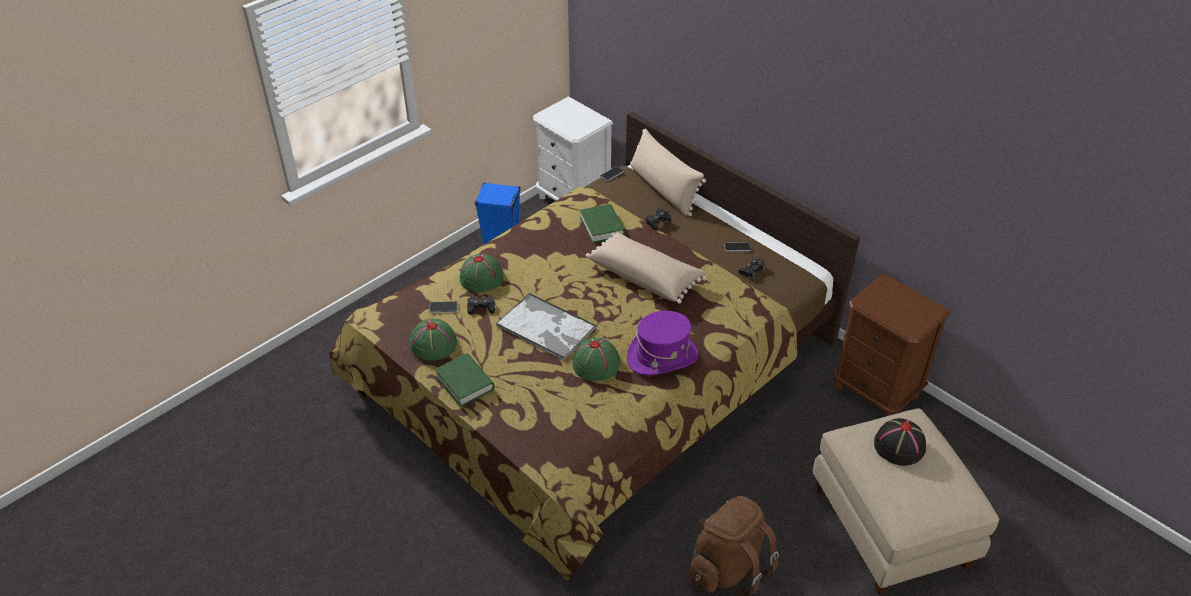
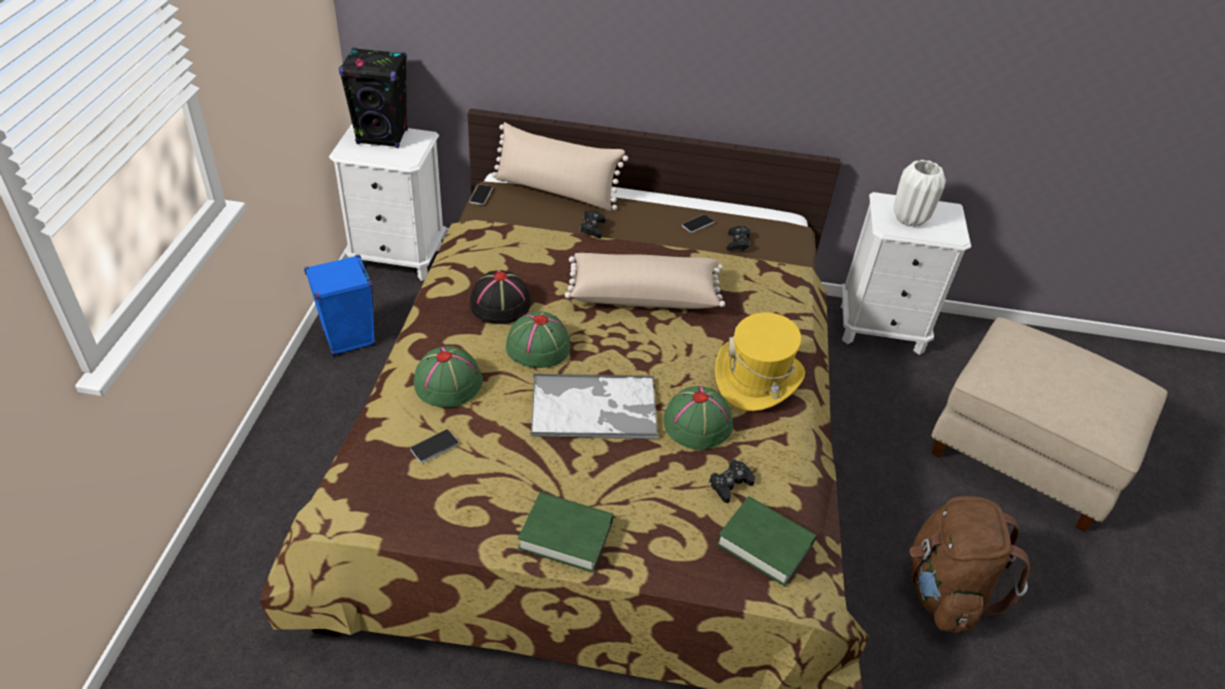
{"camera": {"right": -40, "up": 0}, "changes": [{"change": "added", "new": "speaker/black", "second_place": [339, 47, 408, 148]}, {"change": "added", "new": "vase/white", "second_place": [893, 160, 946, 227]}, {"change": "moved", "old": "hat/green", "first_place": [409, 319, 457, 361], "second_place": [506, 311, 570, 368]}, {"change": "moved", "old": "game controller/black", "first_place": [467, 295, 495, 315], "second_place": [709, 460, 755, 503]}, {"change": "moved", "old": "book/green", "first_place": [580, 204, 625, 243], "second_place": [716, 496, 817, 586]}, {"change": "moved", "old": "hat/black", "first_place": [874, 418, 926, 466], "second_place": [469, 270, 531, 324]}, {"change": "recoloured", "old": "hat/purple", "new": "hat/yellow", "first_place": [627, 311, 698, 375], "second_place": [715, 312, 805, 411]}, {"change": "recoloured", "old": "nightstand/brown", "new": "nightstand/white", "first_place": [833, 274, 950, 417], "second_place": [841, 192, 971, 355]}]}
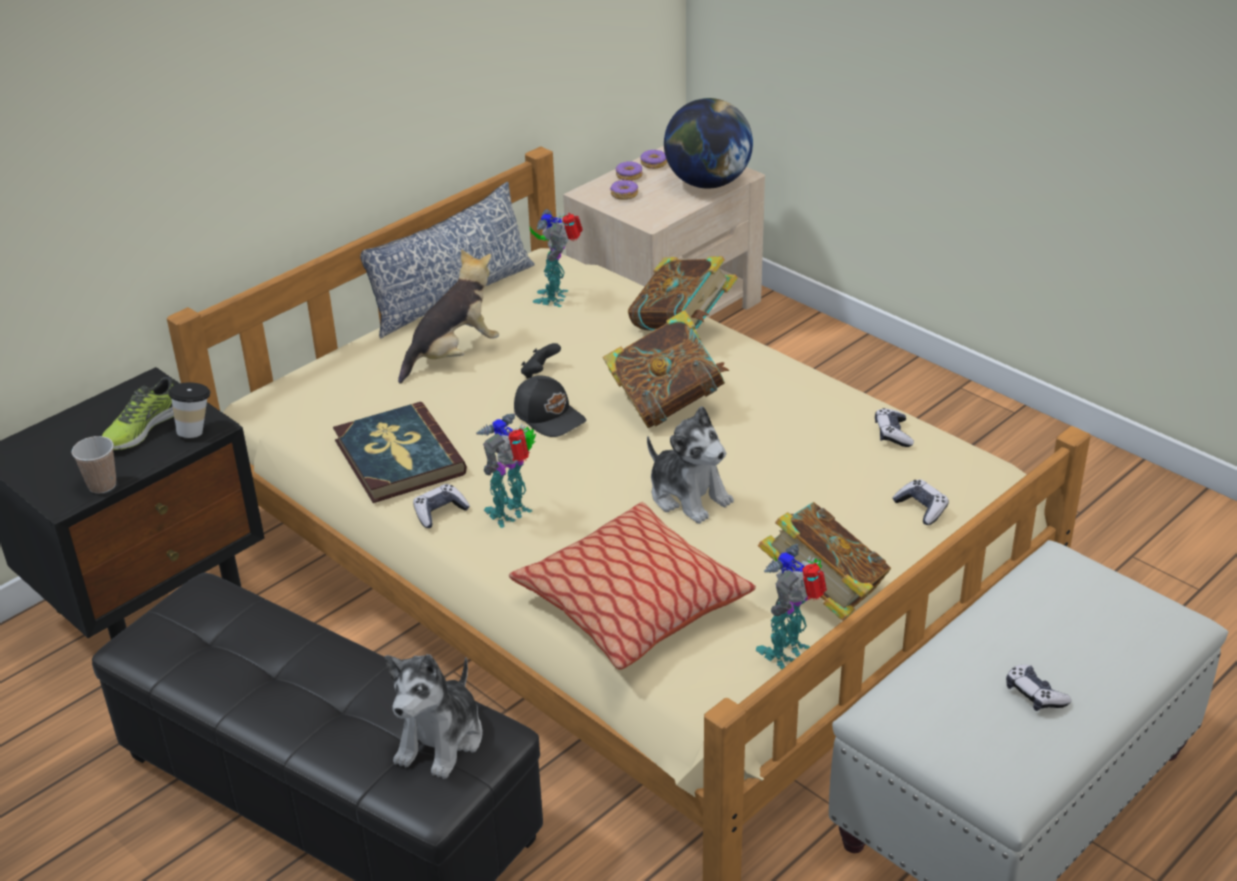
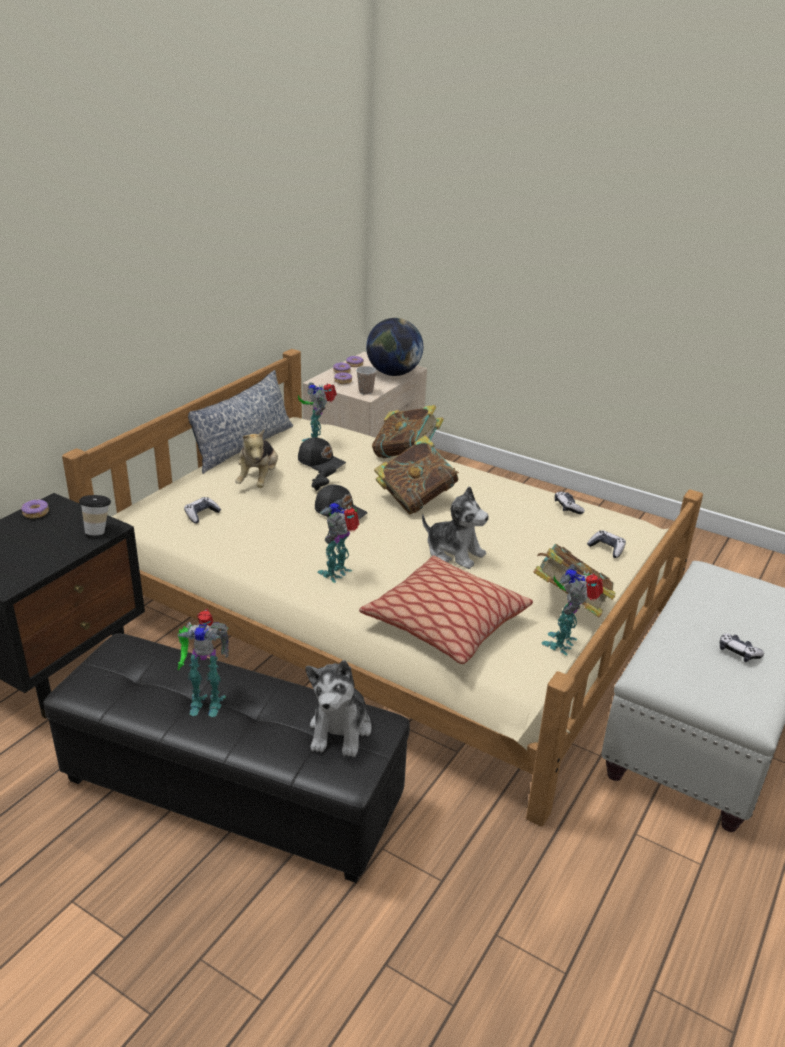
{"camera": {"right": -15, "up": -5}, "changes": [{"change": "removed", "old": "shoe", "first_place": [102, 377, 175, 450]}, {"change": "removed", "old": "book", "first_place": [333, 402, 467, 503]}, {"change": "added", "new": "donut", "second_place": [21, 500, 49, 518]}, {"change": "added", "new": "toy robot", "second_place": [177, 609, 229, 717]}, {"change": "added", "new": "cap/black", "second_place": [298, 437, 346, 471]}, {"change": "moved", "old": "cup", "first_place": [72, 436, 116, 494], "second_place": [356, 366, 377, 395]}, {"change": "moved", "old": "game controller", "first_place": [413, 484, 470, 528], "second_place": [184, 497, 221, 523]}, {"change": "turned", "old": "plush toy", "first_place": [398, 249, 499, 384], "second_place": [235, 430, 278, 488], "degrees": 150}]}
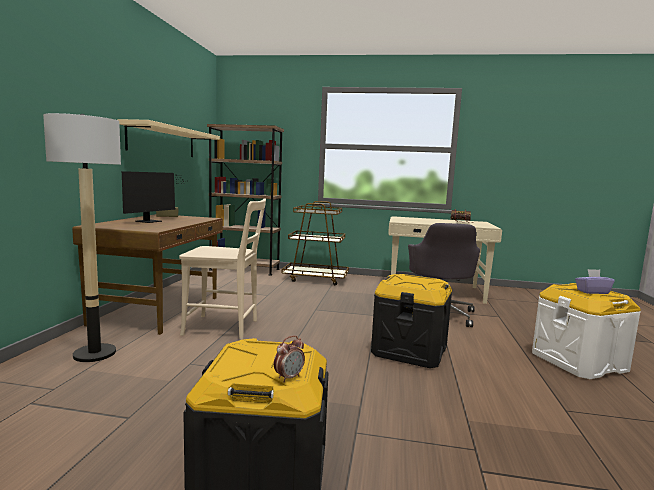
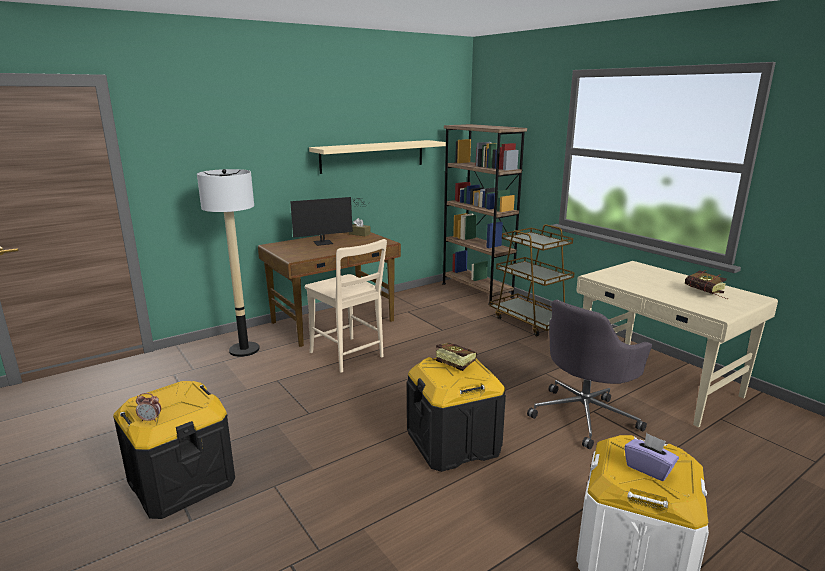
{"camera": {"right": 45, "up": 10}, "changes": [{"change": "added", "new": "book", "second_place": [432, 343, 477, 371]}]}
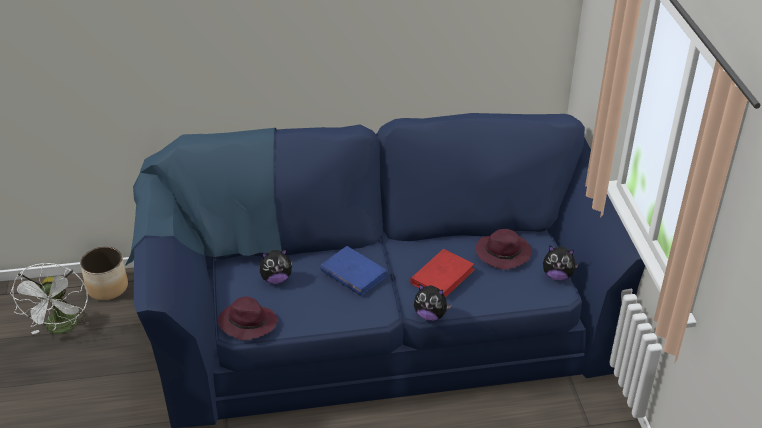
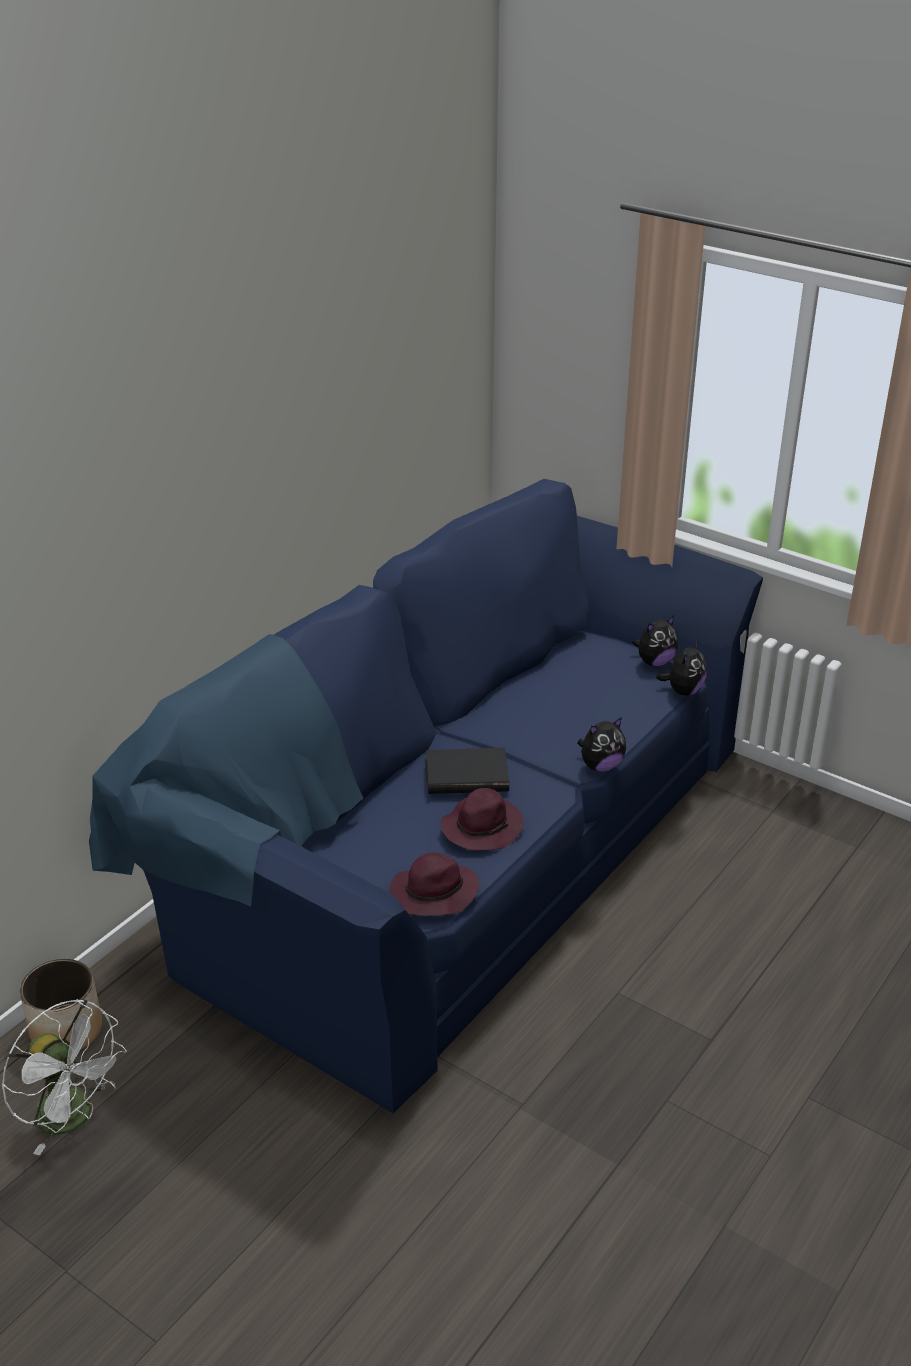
{"camera": {"right": -45, "up": -5}, "changes": [{"change": "removed", "old": "book/red", "first_place": [410, 249, 475, 298]}, {"change": "moved", "old": "plush toy", "first_place": [260, 249, 293, 284], "second_place": [656, 640, 707, 696]}, {"change": "moved", "old": "hat/purple", "first_place": [475, 229, 531, 270], "second_place": [441, 788, 524, 851]}, {"change": "recoloured", "old": "book/blue", "new": "book/black", "first_place": [320, 246, 387, 296], "second_place": [425, 748, 509, 794]}]}
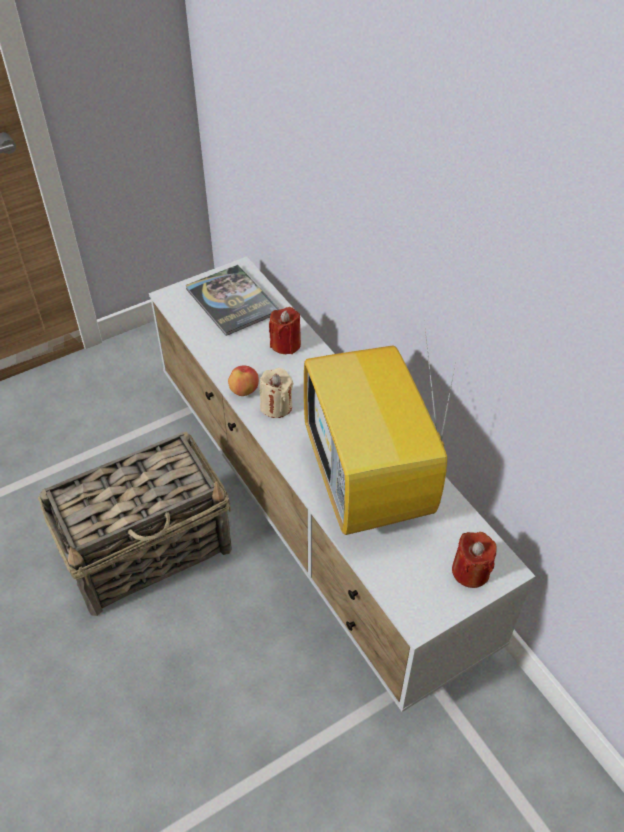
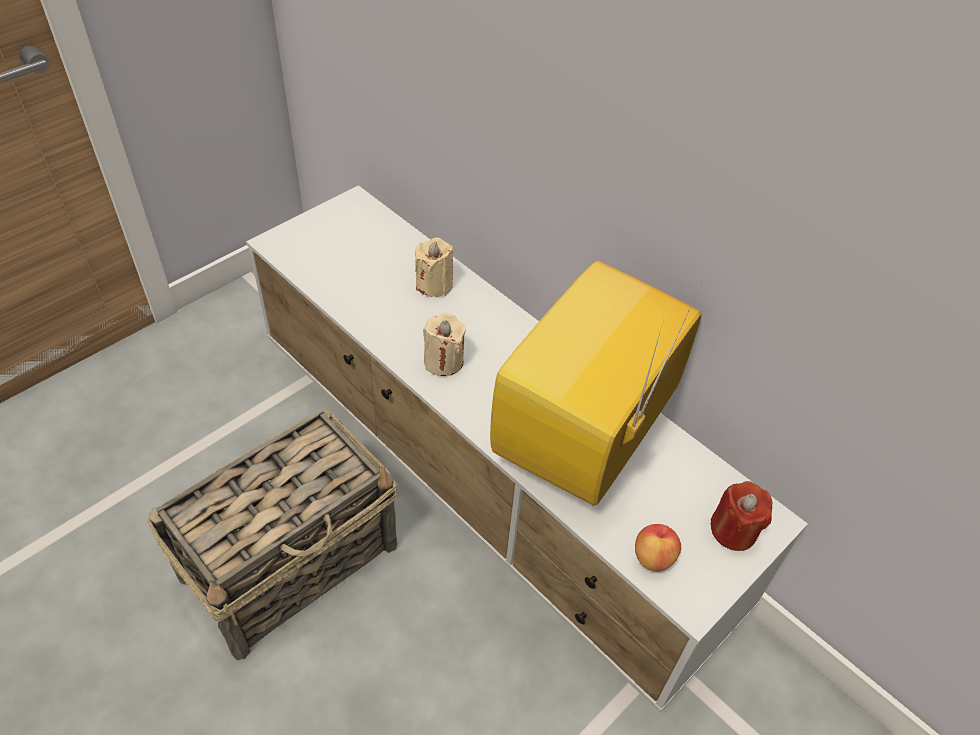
{"camera": {"right": -15, "up": 0}, "changes": [{"change": "removed", "old": "book", "first_place": [185, 265, 280, 336]}, {"change": "moved", "old": "apple", "first_place": [228, 365, 259, 396], "second_place": [635, 524, 681, 572]}, {"change": "recoloured", "old": "candle/red", "new": "candle/beige", "first_place": [269, 307, 301, 354], "second_place": [415, 238, 454, 297]}, {"change": "turned", "old": "television", "first_place": [304, 323, 455, 535], "second_place": [490, 261, 702, 506], "degrees": 60}]}
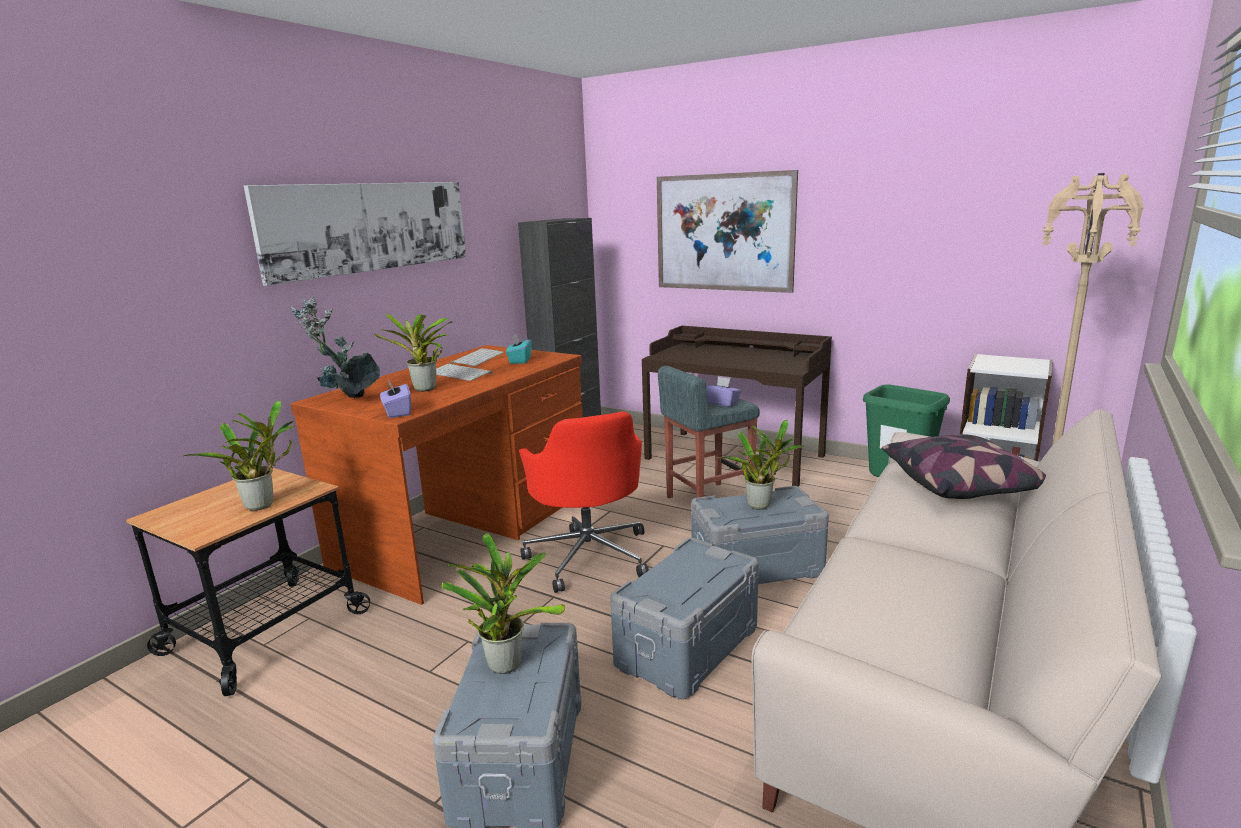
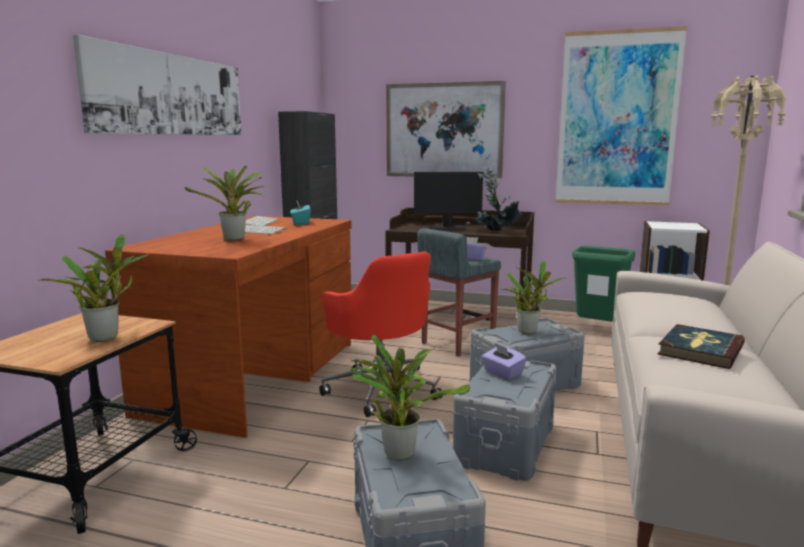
{"camera": {"right": -15, "up": -5}, "changes": [{"change": "removed", "old": "pillow", "first_place": [882, 434, 1046, 499]}, {"change": "added", "new": "monitor", "second_place": [414, 172, 483, 231]}, {"change": "added", "new": "picture", "second_place": [556, 26, 687, 206]}, {"change": "added", "new": "book", "second_place": [657, 324, 745, 369]}, {"change": "moved", "old": "potted plant", "first_place": [291, 297, 380, 398], "second_place": [473, 167, 522, 231]}, {"change": "moved", "old": "tissue box/purple", "first_place": [380, 379, 411, 418], "second_place": [482, 343, 527, 380]}]}
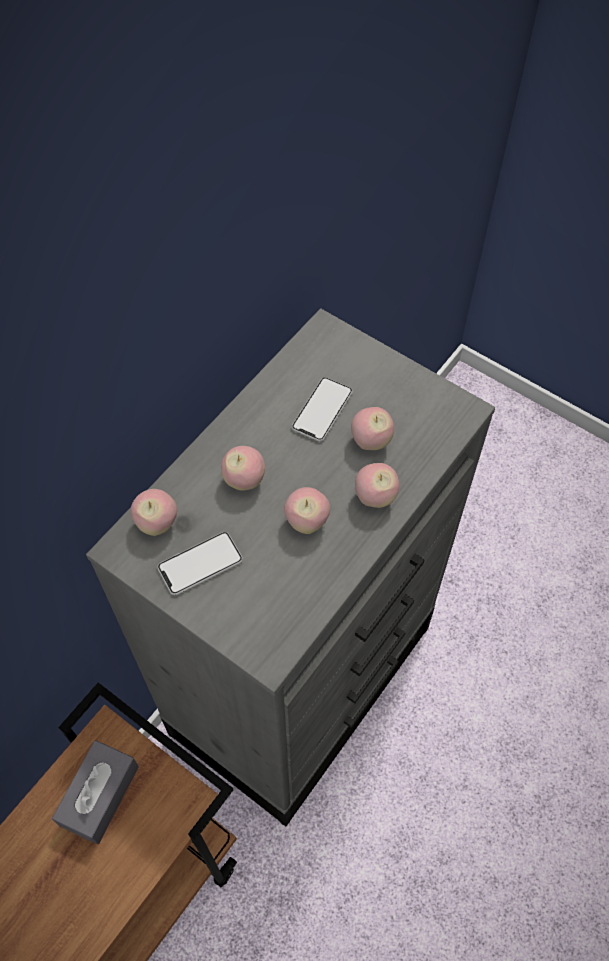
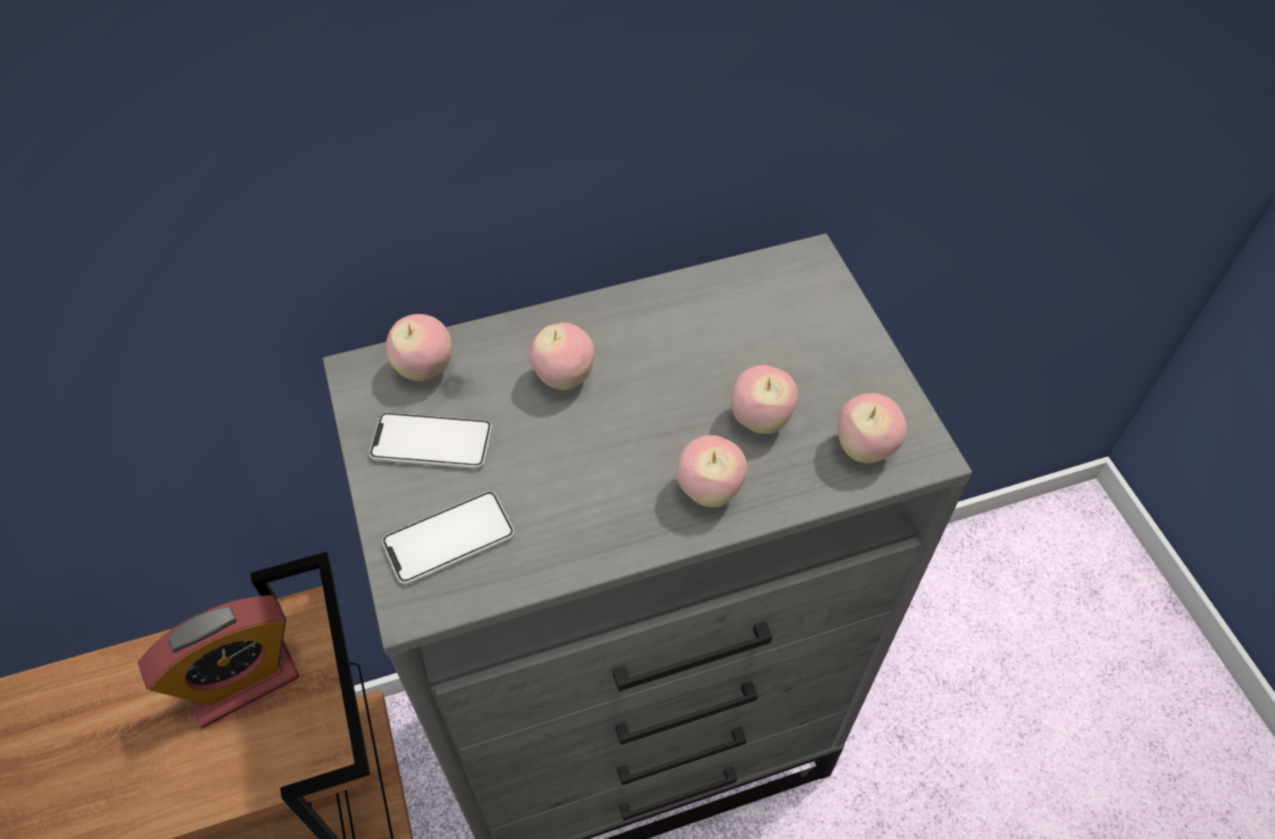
{"camera": {"right": 35, "up": -5}, "changes": [{"change": "moved", "old": "apple", "first_place": [284, 487, 330, 534], "second_place": [837, 393, 907, 463]}, {"change": "moved", "old": "phone", "first_place": [291, 377, 353, 442], "second_place": [382, 491, 515, 584]}, {"change": "replaced", "old": "tissue box/grey", "new": "alarm clock", "first_place": [52, 740, 139, 845], "second_place": [138, 595, 299, 728]}]}
